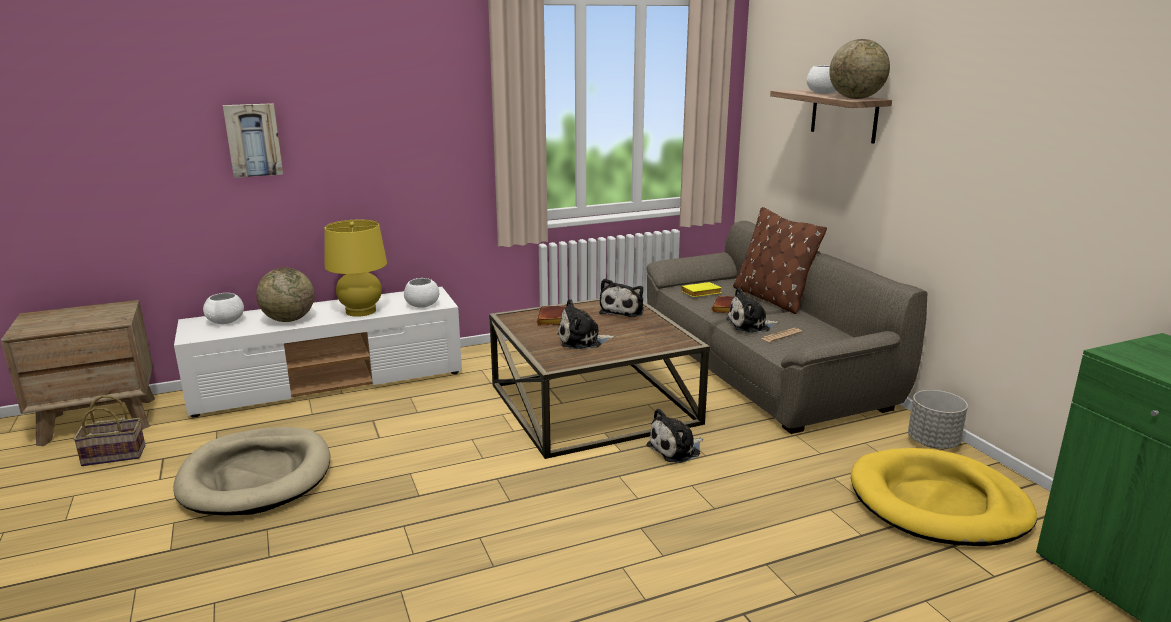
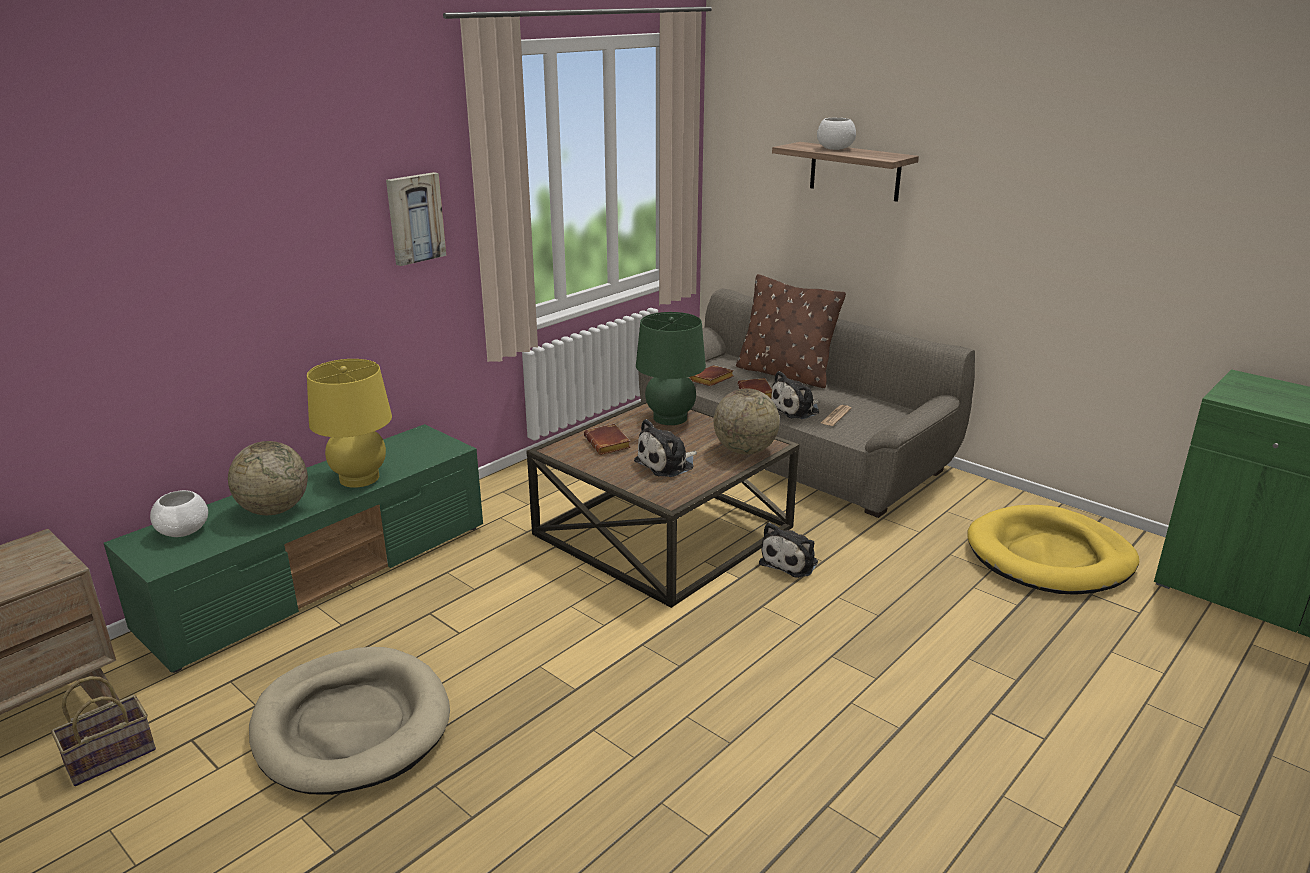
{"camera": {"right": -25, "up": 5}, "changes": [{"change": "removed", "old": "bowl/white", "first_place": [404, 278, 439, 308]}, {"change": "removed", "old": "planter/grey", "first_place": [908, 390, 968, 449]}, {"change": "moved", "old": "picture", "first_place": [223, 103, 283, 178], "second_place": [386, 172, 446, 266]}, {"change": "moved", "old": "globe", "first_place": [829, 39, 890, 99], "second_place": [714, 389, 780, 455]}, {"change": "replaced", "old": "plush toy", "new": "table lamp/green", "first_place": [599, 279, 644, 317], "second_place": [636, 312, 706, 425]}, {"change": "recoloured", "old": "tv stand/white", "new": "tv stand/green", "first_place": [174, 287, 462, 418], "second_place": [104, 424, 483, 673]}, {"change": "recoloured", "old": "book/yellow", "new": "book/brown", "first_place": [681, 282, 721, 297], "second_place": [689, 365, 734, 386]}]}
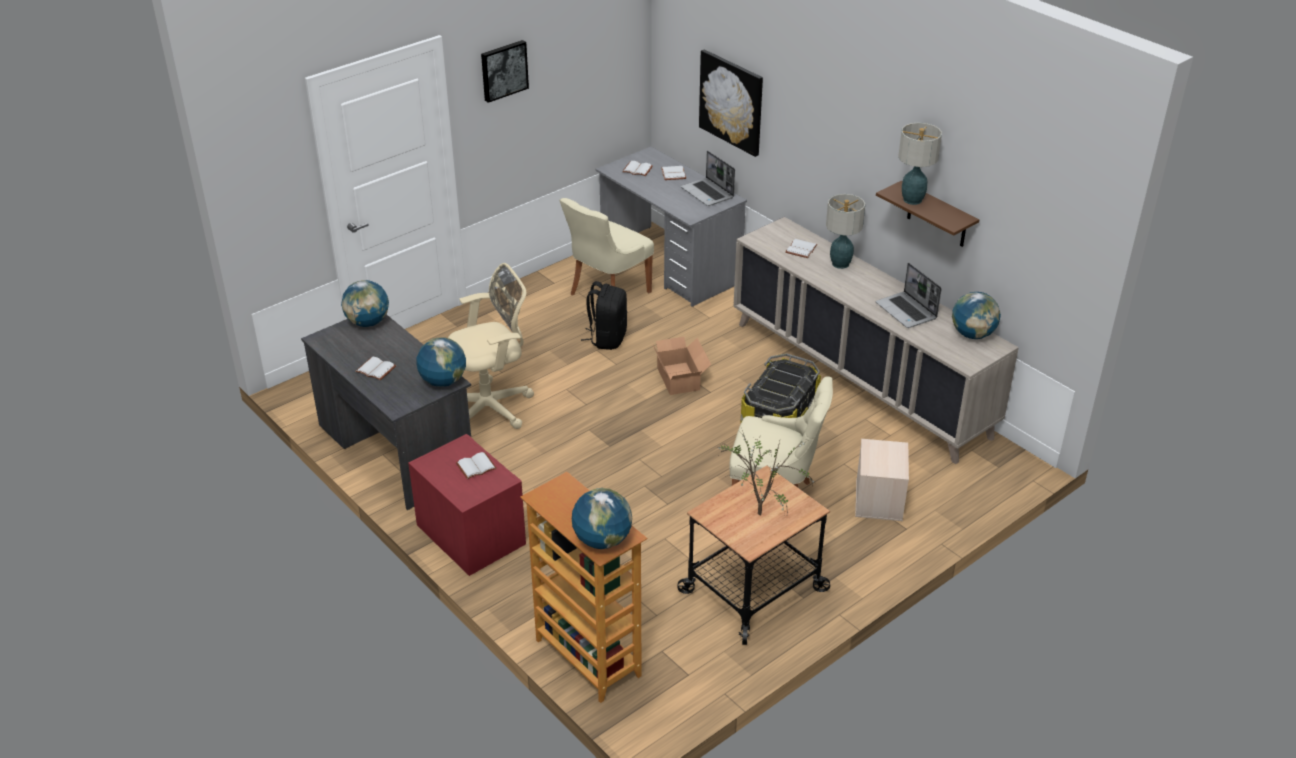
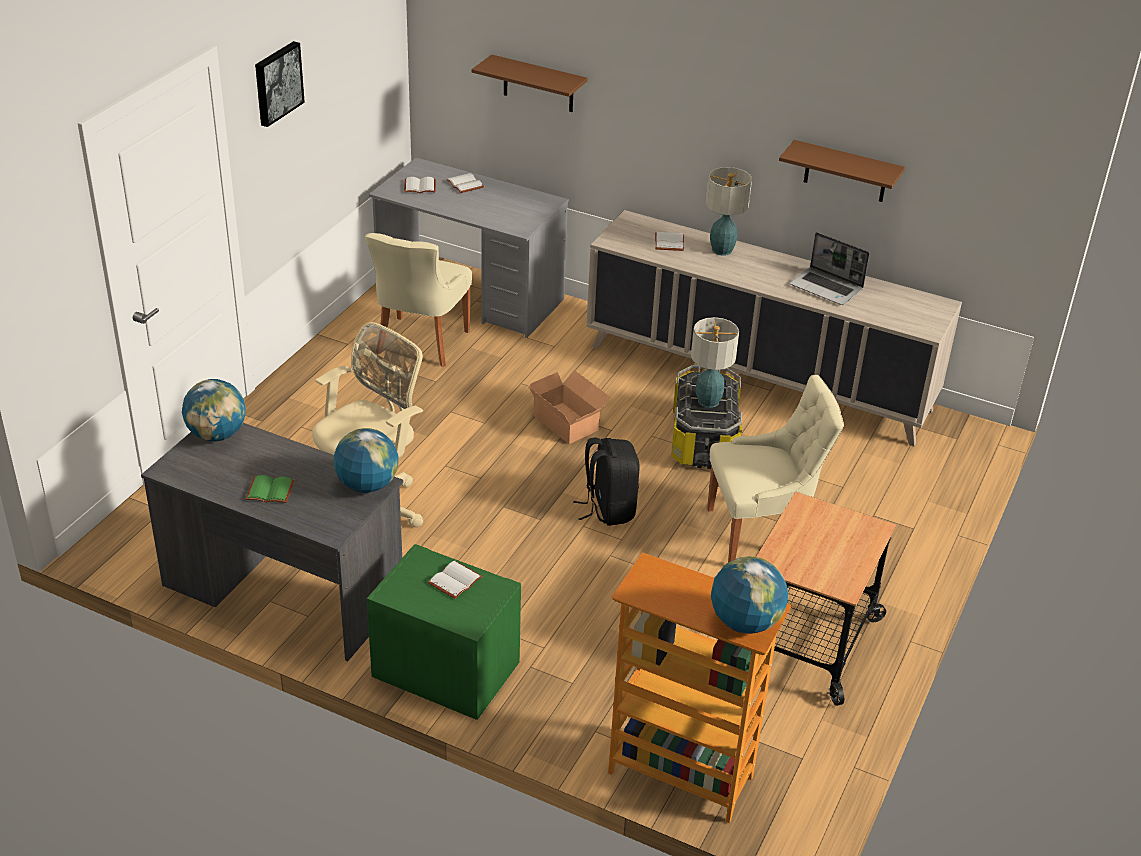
{"camera": {"right": -25, "up": 0}, "changes": [{"change": "removed", "old": "laptop", "first_place": [681, 150, 735, 206]}, {"change": "removed", "old": "potted plant", "first_place": [717, 430, 814, 515]}, {"change": "removed", "old": "storage box/beige", "first_place": [855, 439, 909, 521]}, {"change": "removed", "old": "globe", "first_place": [952, 292, 1001, 339]}, {"change": "moved", "old": "backpack/black", "first_place": [581, 281, 627, 350], "second_place": [573, 438, 640, 526]}, {"change": "moved", "old": "table lamp", "first_place": [898, 122, 942, 205], "second_place": [691, 317, 739, 408]}, {"change": "replaced", "old": "picture", "new": "shelf/brown", "first_place": [699, 50, 763, 157], "second_place": [472, 55, 588, 112]}, {"change": "recoloured", "old": "book/white", "new": "book/green", "first_place": [355, 357, 396, 380], "second_place": [246, 475, 294, 503]}, {"change": "recoloured", "old": "nightstand/red", "new": "nightstand/green", "first_place": [408, 434, 526, 576], "second_place": [367, 544, 521, 720]}]}
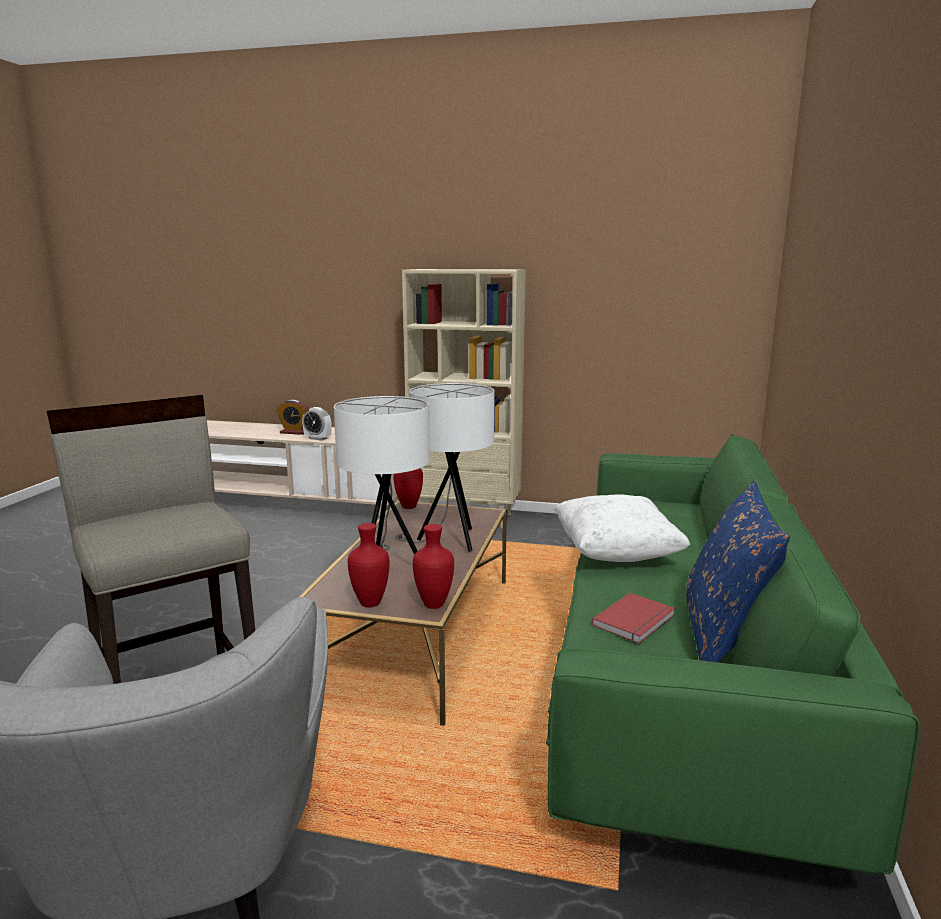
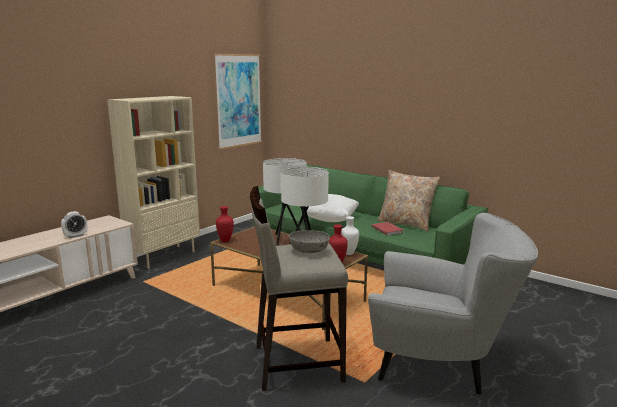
{"camera": {"right": -65, "up": 0}, "changes": [{"change": "removed", "old": "alarm clock", "first_place": [276, 400, 310, 435]}, {"change": "added", "new": "picture", "second_place": [214, 53, 262, 149]}, {"change": "added", "new": "bowl/grey", "second_place": [289, 230, 330, 253]}, {"change": "recoloured", "old": "vase/red", "new": "vase/white", "first_place": [413, 524, 454, 609], "second_place": [341, 216, 359, 255]}, {"change": "recoloured", "old": "pillow/blue", "new": "pillow/beige", "first_place": [686, 481, 790, 663], "second_place": [377, 170, 440, 231]}]}
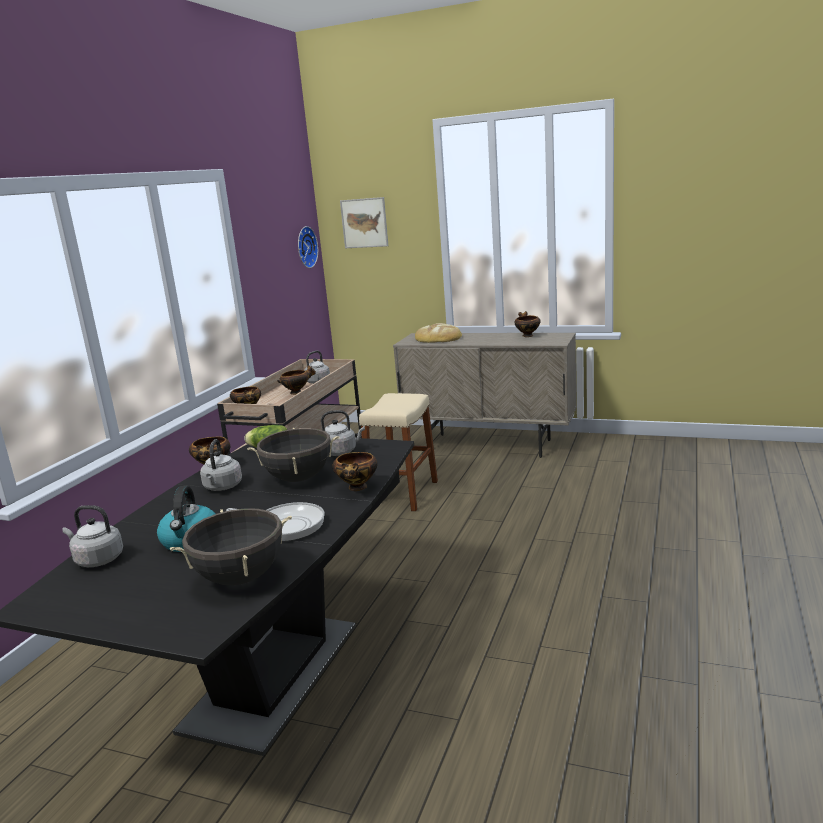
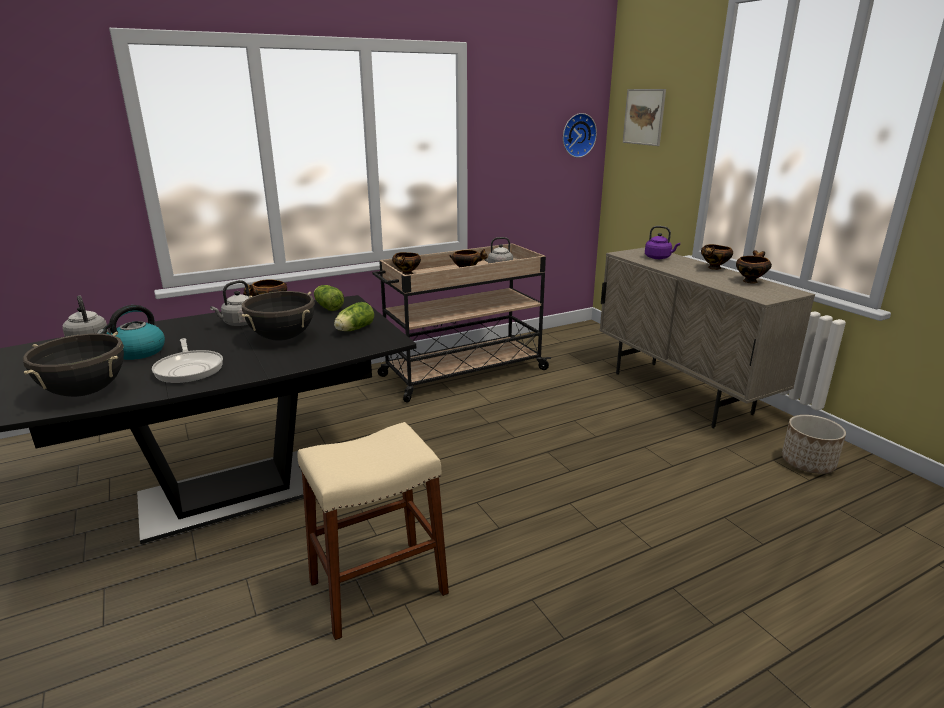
{"camera": {"right": 40, "up": 5}, "changes": [{"change": "added", "new": "planter", "second_place": [782, 415, 846, 474]}, {"change": "moved", "old": "bowl", "first_place": [332, 452, 377, 491], "second_place": [701, 244, 733, 270]}, {"change": "moved", "old": "stool/beige", "first_place": [359, 393, 438, 512], "second_place": [297, 422, 449, 640]}, {"change": "replaced", "old": "kettle/grey", "new": "lettuce", "first_place": [321, 410, 365, 456], "second_place": [334, 302, 374, 331]}, {"change": "replaced", "old": "bread", "new": "kettle/purple", "first_place": [415, 323, 462, 343], "second_place": [645, 226, 680, 259]}]}
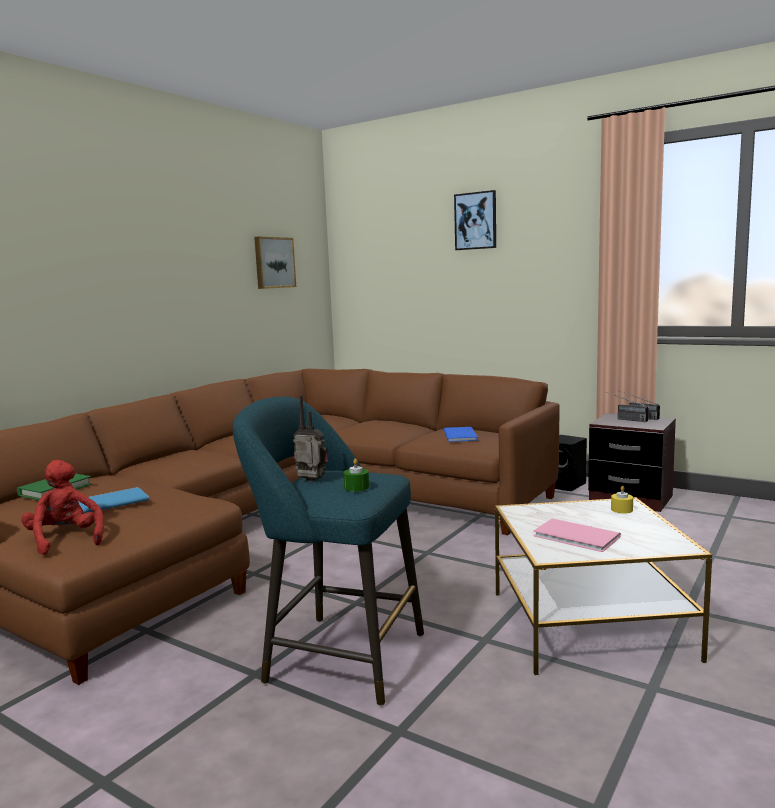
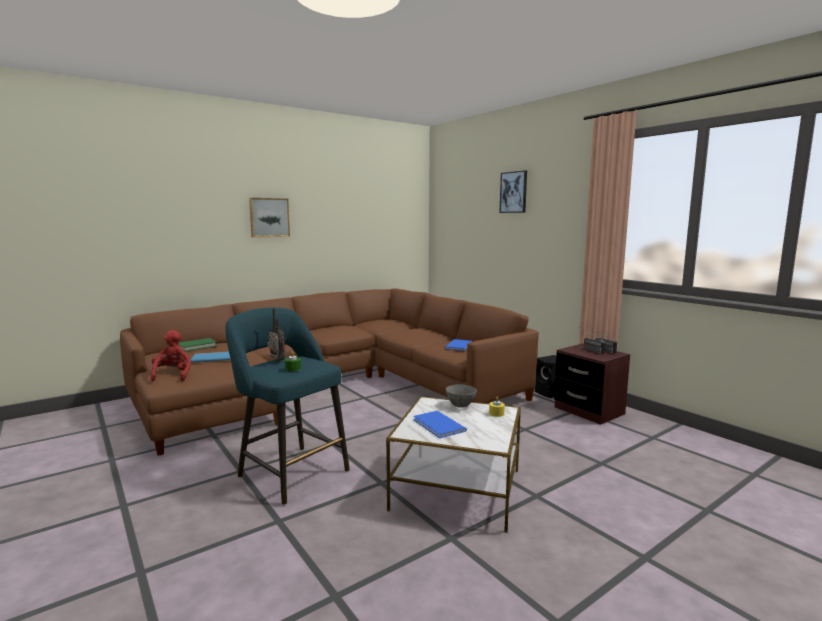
{"camera": {"right": 20, "up": 0}, "changes": [{"change": "added", "new": "bowl/grey", "second_place": [446, 384, 477, 408]}, {"change": "moved", "old": "picture", "first_place": [254, 237, 296, 289], "second_place": [249, 198, 290, 237]}, {"change": "recoloured", "old": "book/pink", "new": "book/blue", "first_place": [533, 519, 621, 552], "second_place": [413, 411, 467, 438]}]}
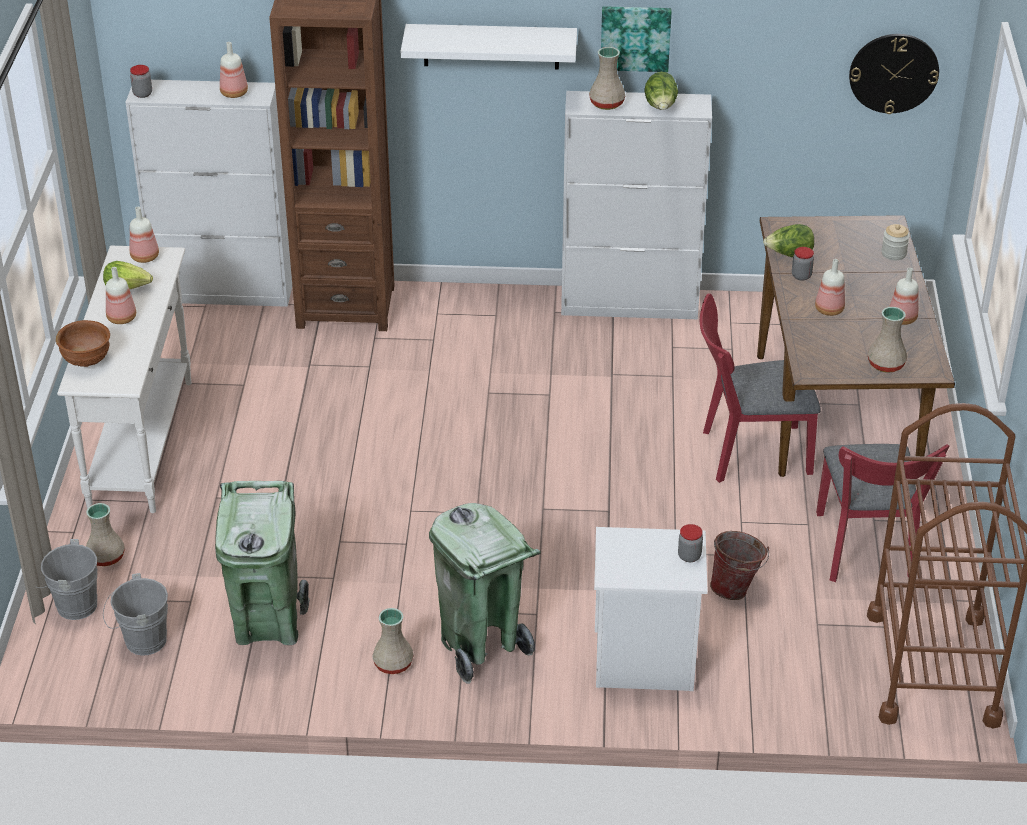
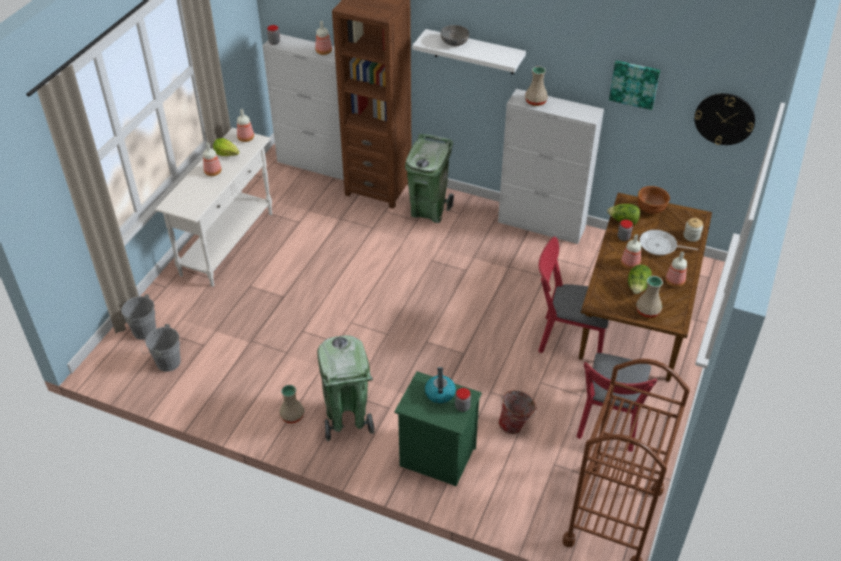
{"camera": {"right": 20, "up": 5}, "changes": [{"change": "removed", "old": "vase/beige", "first_place": [86, 503, 125, 566]}, {"change": "added", "new": "kettle", "second_place": [425, 367, 456, 403]}, {"change": "added", "new": "bowl/grey", "second_place": [440, 25, 469, 46]}, {"change": "added", "new": "frying pan", "second_place": [639, 230, 698, 256]}, {"change": "moved", "old": "bowl/brown", "first_place": [56, 320, 110, 367], "second_place": [638, 186, 670, 214]}, {"change": "moved", "old": "trash can/green", "first_place": [215, 481, 310, 645], "second_place": [405, 134, 454, 223]}, {"change": "moved", "old": "picture", "first_place": [601, 6, 671, 72], "second_place": [609, 60, 660, 110]}, {"change": "moved", "old": "lettuce", "first_place": [645, 72, 678, 110], "second_place": [628, 265, 652, 294]}, {"change": "recoloured", "old": "nightstand/white", "new": "nightstand/green", "first_place": [594, 527, 708, 691], "second_place": [394, 371, 482, 486]}]}
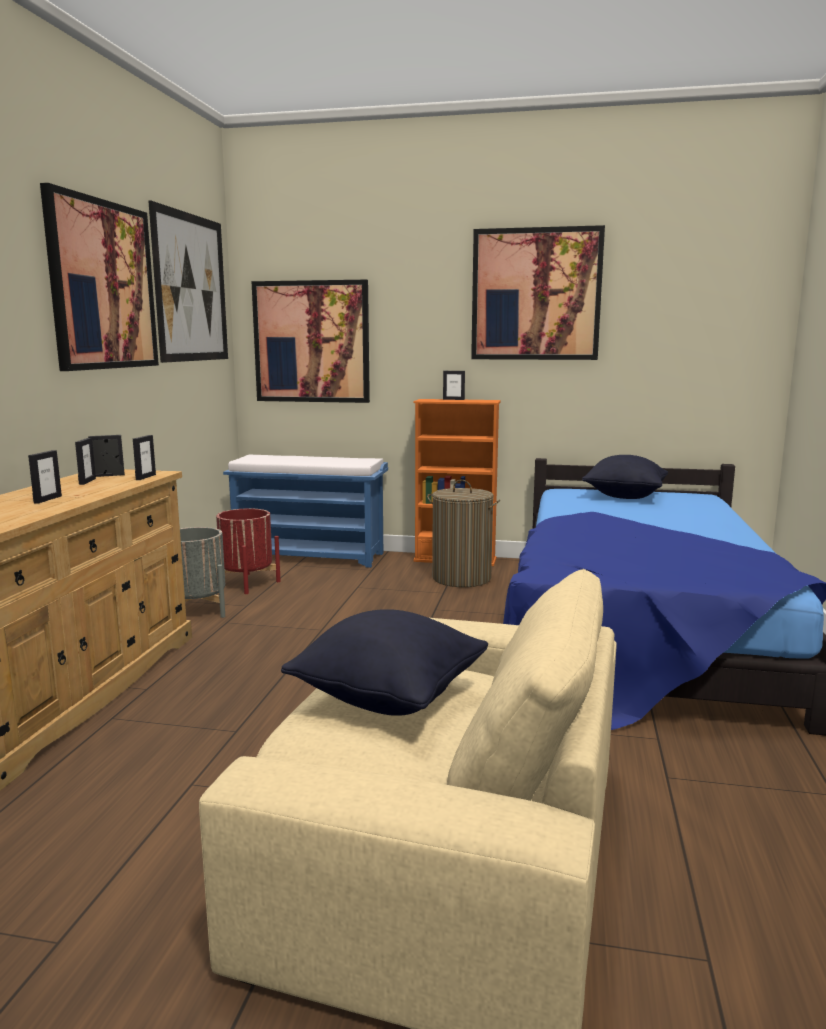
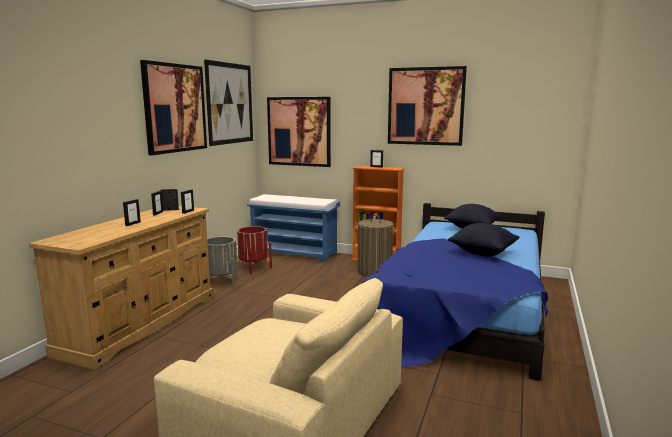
{"camera": {"right": 10, "up": 0}, "changes": [{"change": "moved", "old": "pillow/black", "first_place": [281, 609, 488, 716], "second_place": [448, 223, 519, 257]}]}
